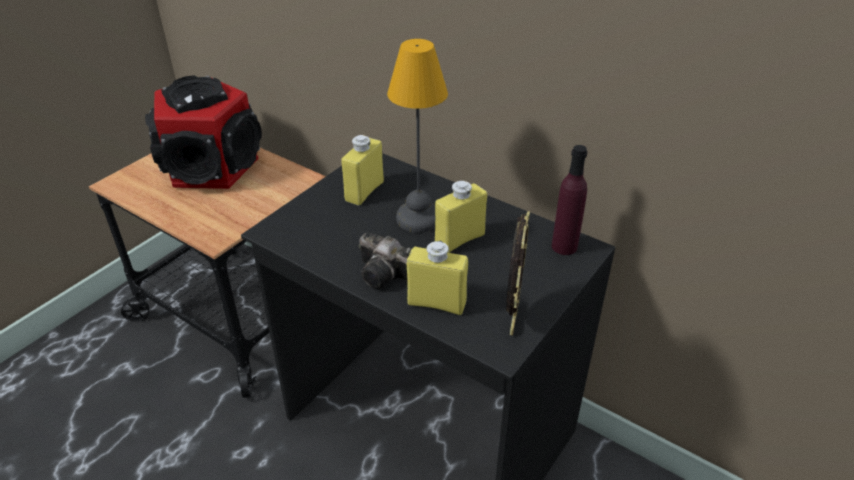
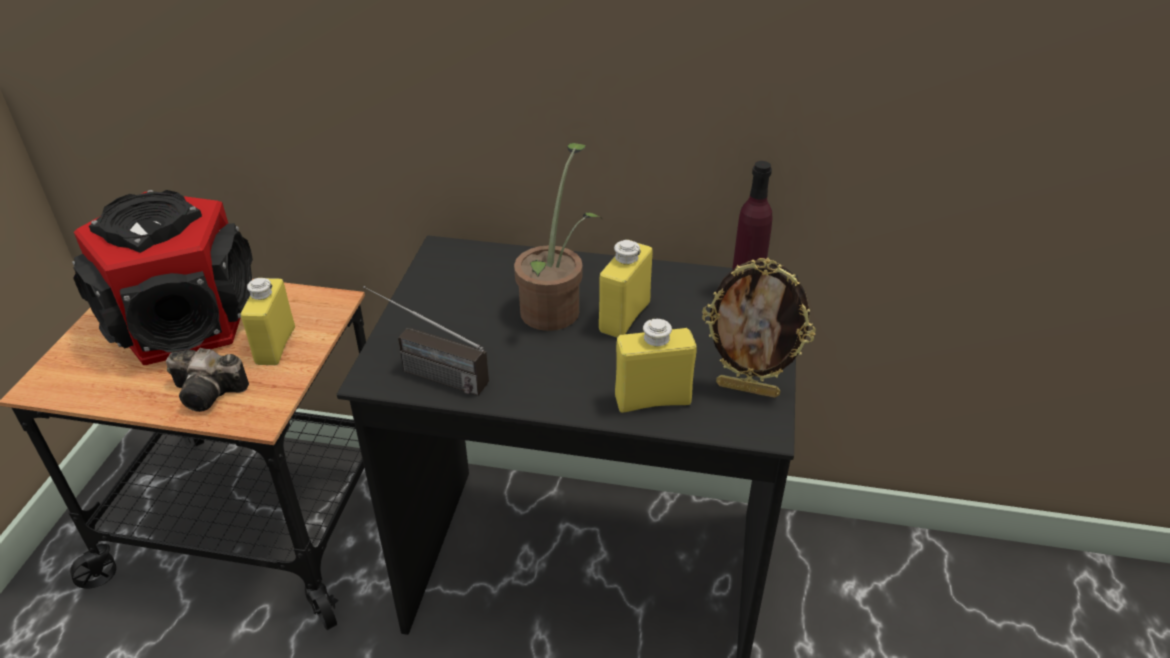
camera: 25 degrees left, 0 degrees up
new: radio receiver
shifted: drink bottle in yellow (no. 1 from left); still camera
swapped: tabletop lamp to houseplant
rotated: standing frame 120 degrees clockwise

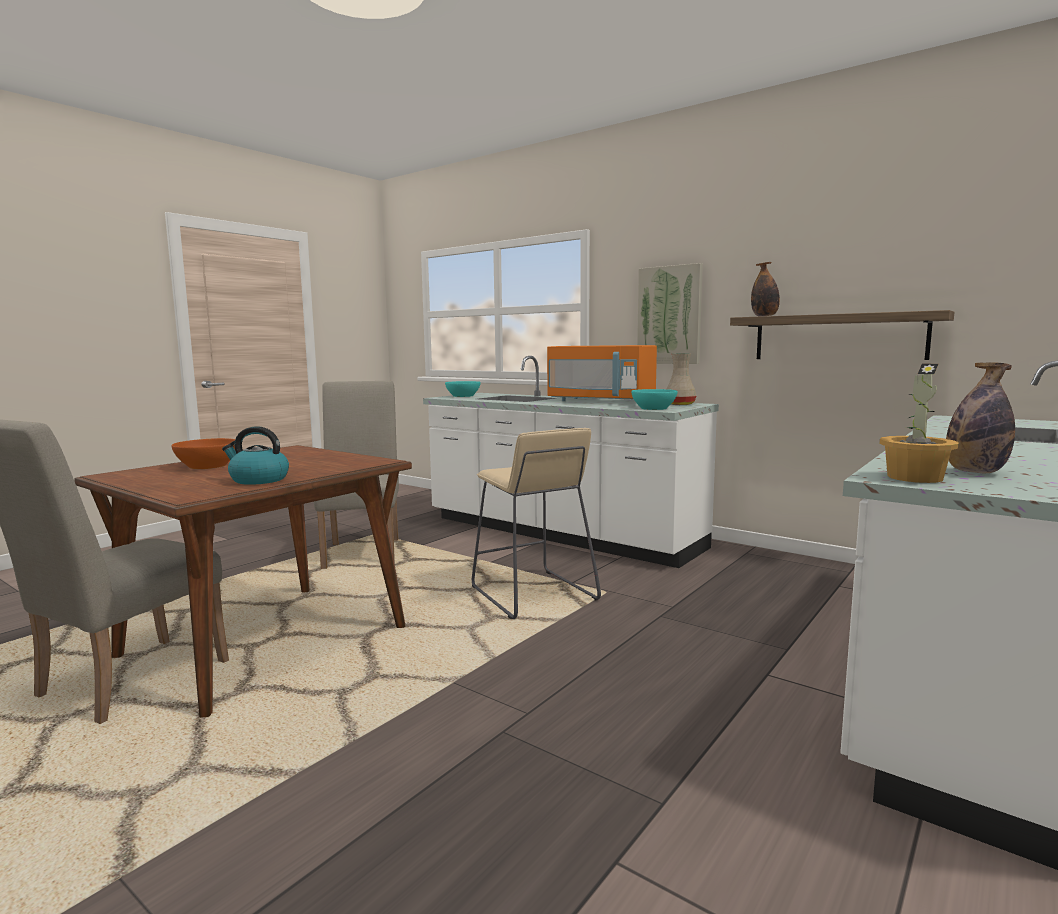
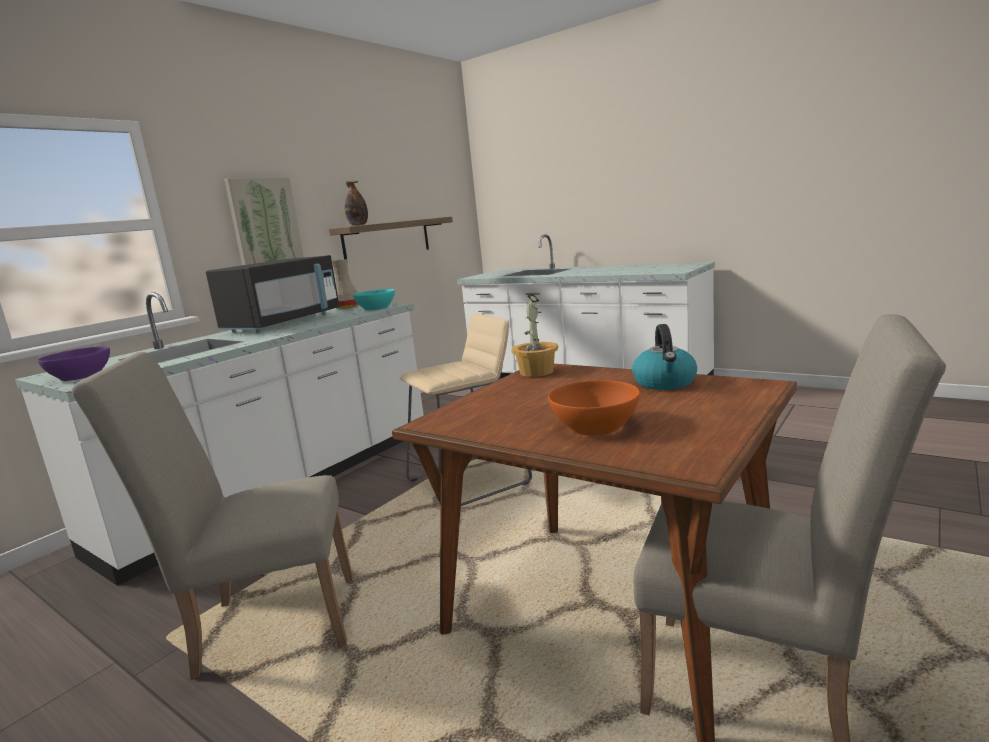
camera: 90 degrees left, 5 degrees up
gone: drink bottle (no. 2 from left)
shifted: houseplant
repainted: microwave in orange to microwave in black-coloured; serving bowl in blue-green (no. 1 from left) to serving bowl in purplish

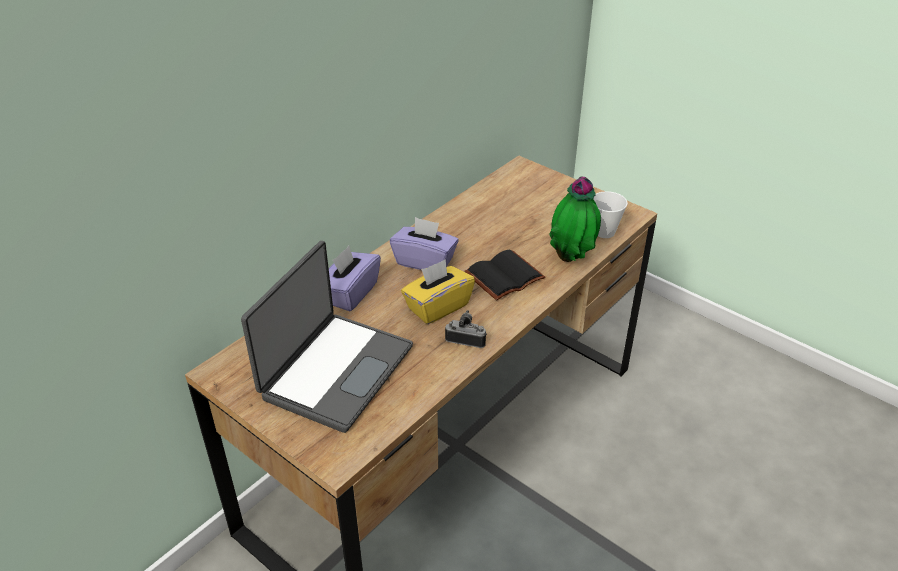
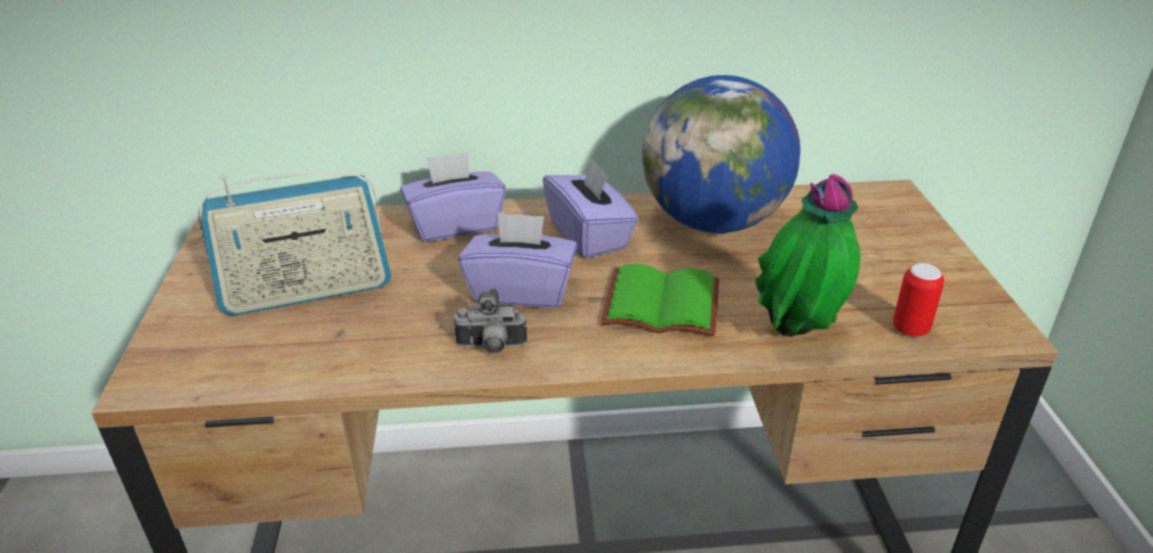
camera: 45 degrees right, 5 degrees down
new: desk globe
swapped: small cup to can; laptop to radio receiver
repainted: book in black-coloured to book in green-coloured; box of tissues in yellow to box of tissues in purplish (no. 2 from left)
rotated: still camera 120 degrees clockwise

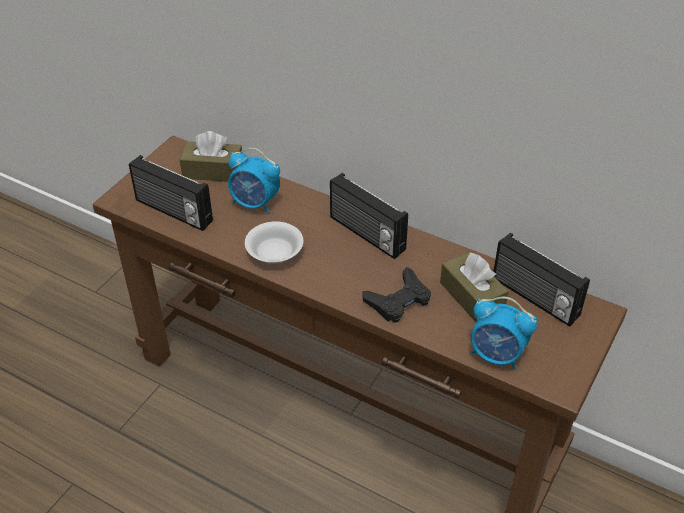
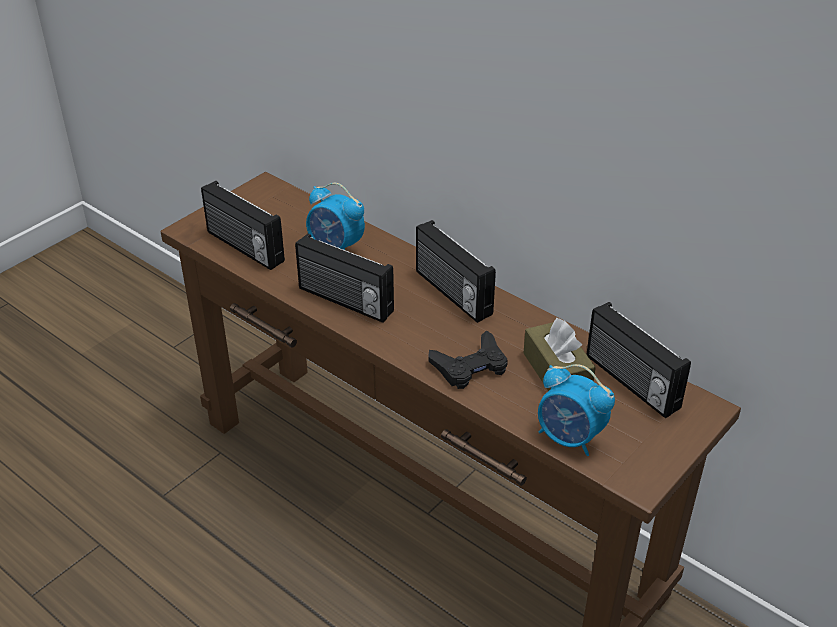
camera: 10 degrees right, 5 degrees down
gone: box of tissues in brownish (no. 1 from left)
swapped: serving bowl in white-coloured to radio receiver (no. 2 from left)

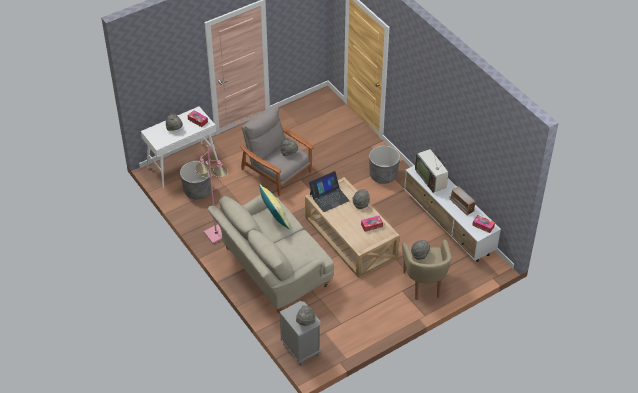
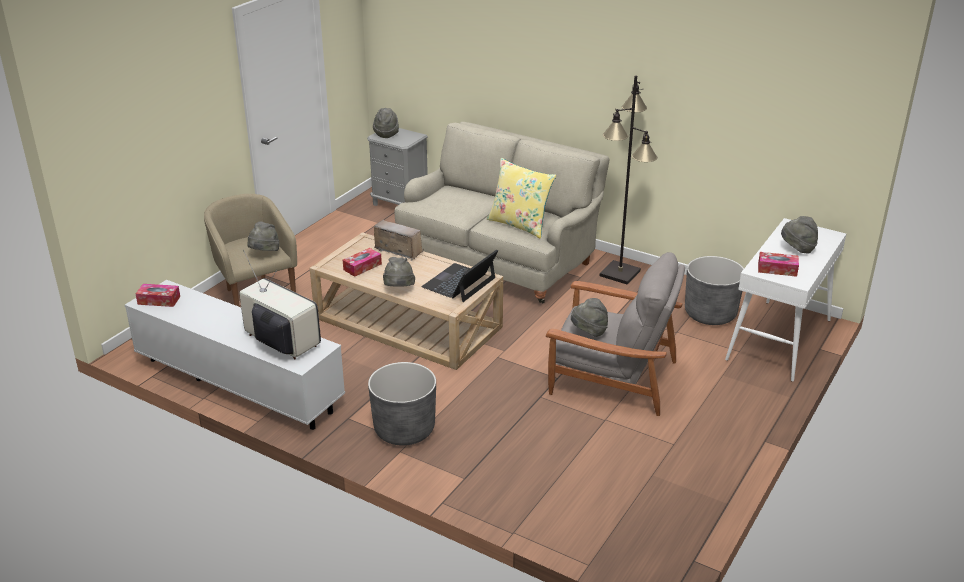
camera: 155 degrees right, 15 degrees down
shifted: radio receiver
repainted: standard lamp in pink-coloured to standard lamp in black-coloured

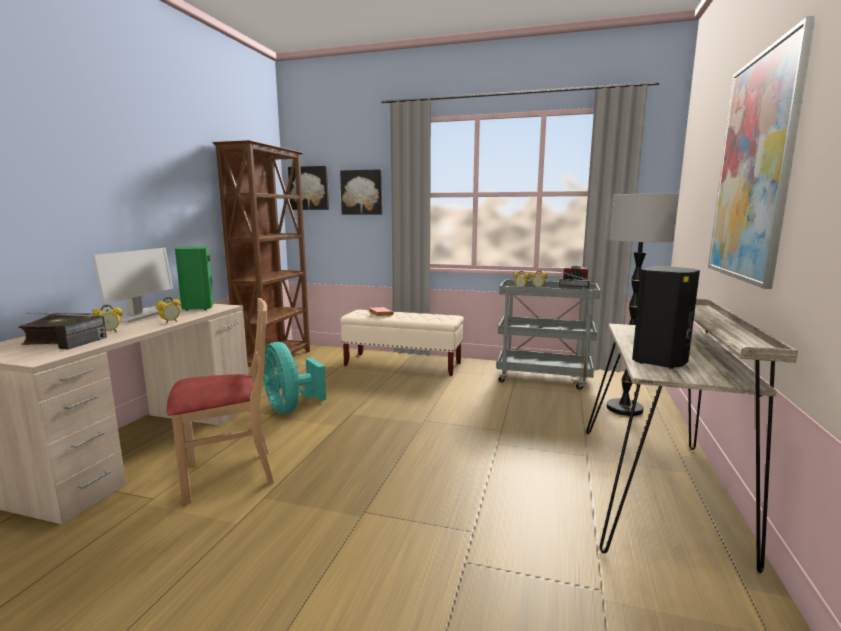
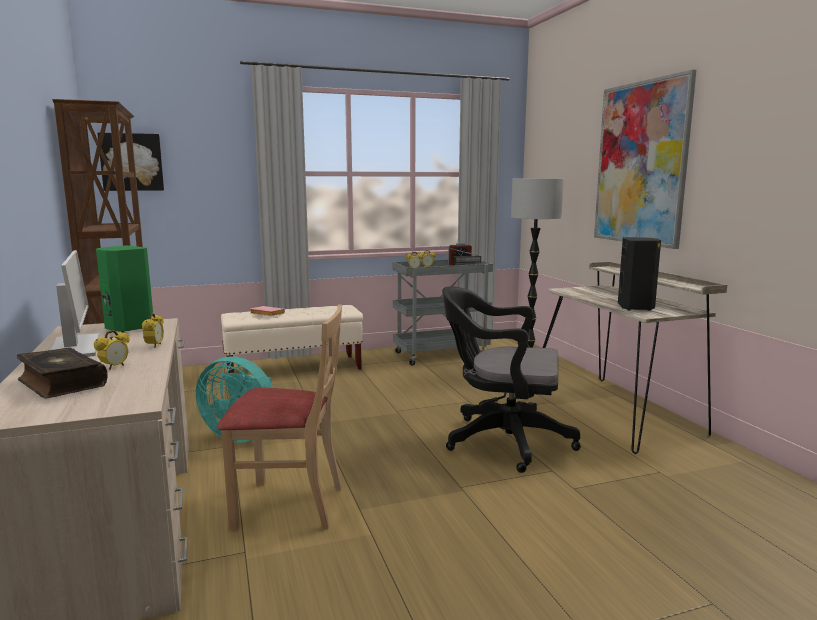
camera: 35 degrees left, 0 degrees up
gone: wall art (no. 2 from left); radio receiver (no. 1 from left)
new: office chair in black-coloured
rotated: upright chair in beige 60 degrees clockwise

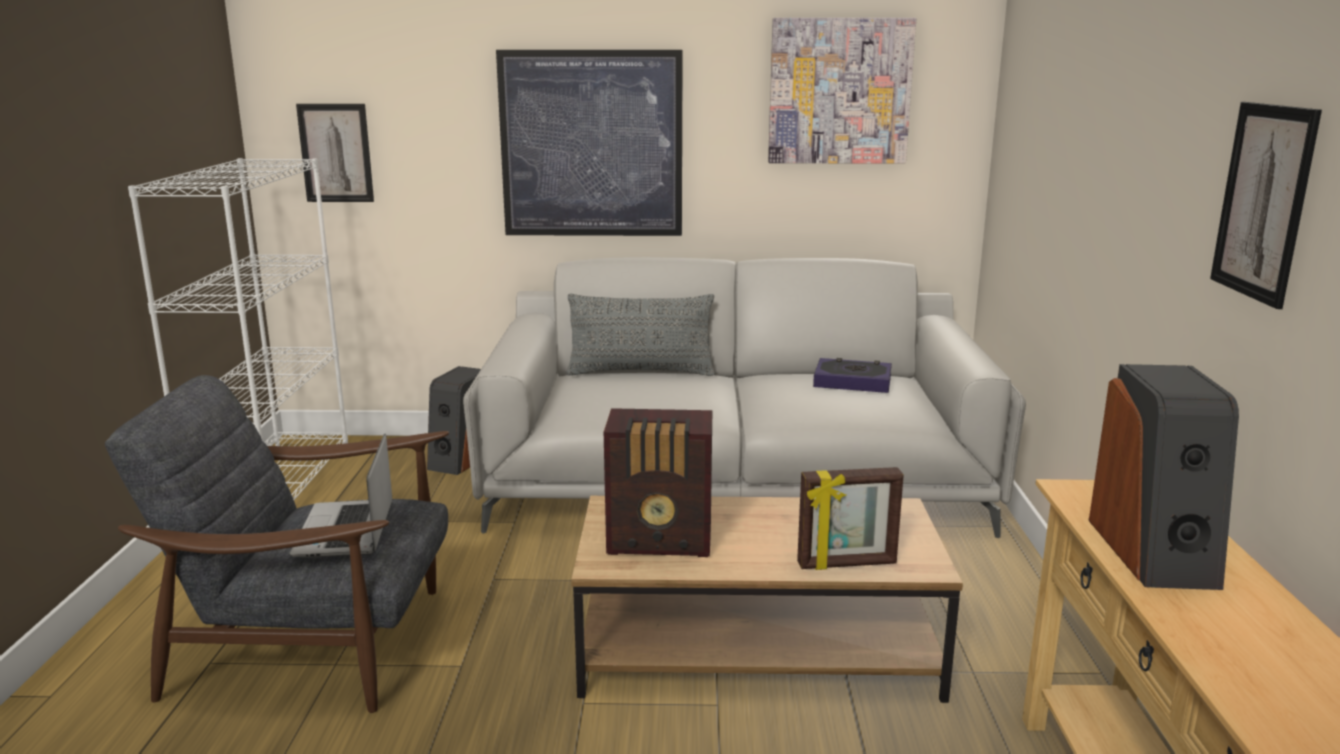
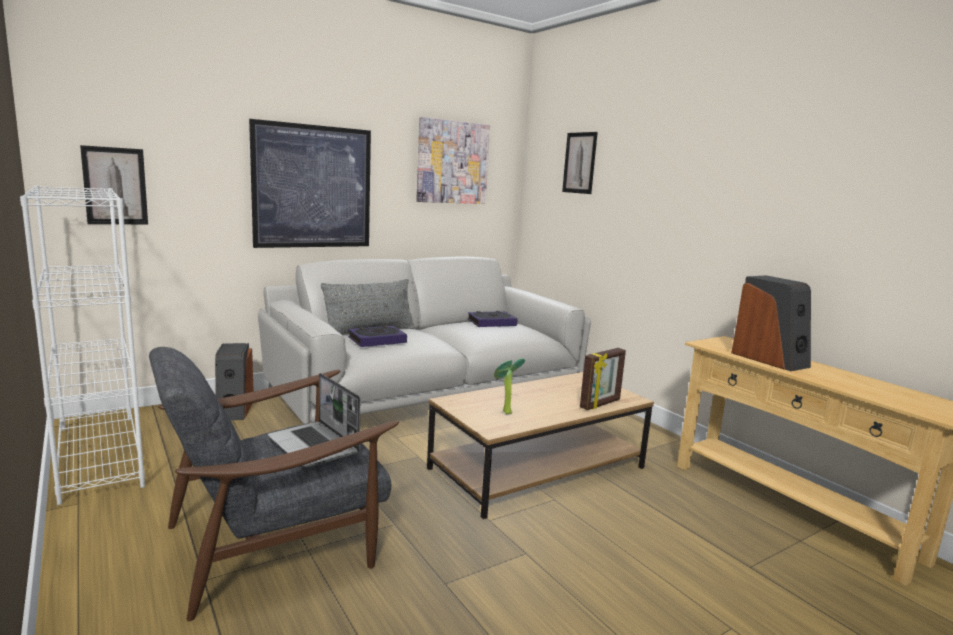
camera: 35 degrees left, 5 degrees down
new: book (no. 1 from left)
shifted: wall art (no. 4 from left)
swapped: radio receiver to houseplant

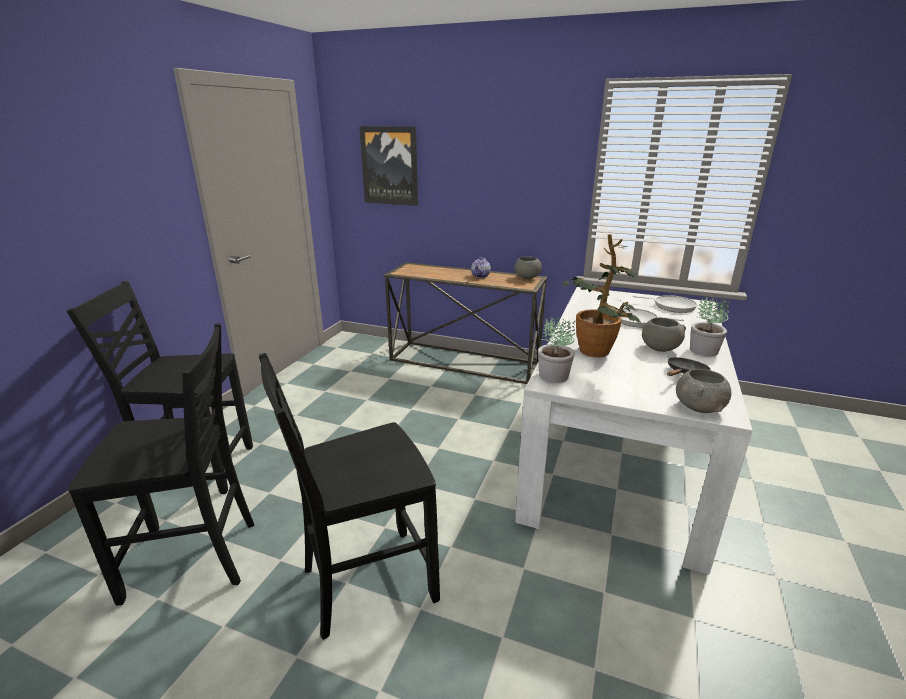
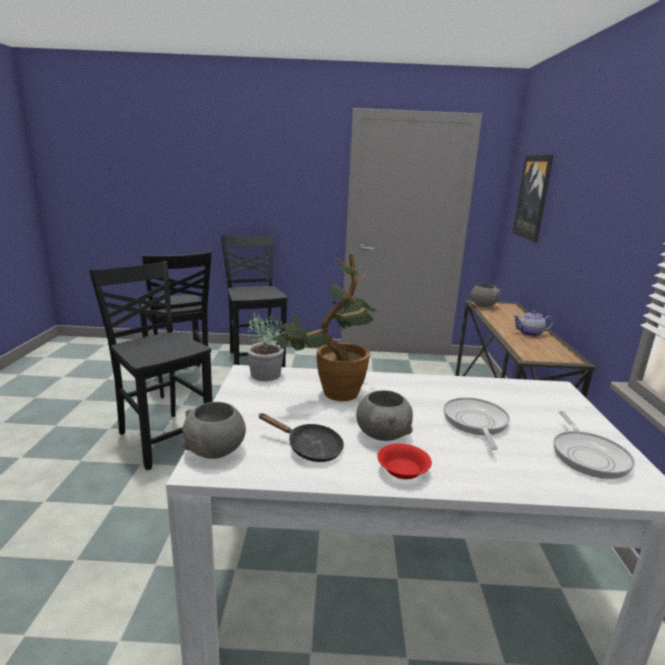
camera: 70 degrees right, 5 degrees down
shifted: serving bowl in grey (no. 1 from left in the first image) to serving bowl in grey (no. 3 from left)
swapped: houseplant (no. 3 from left) to serving bowl in red

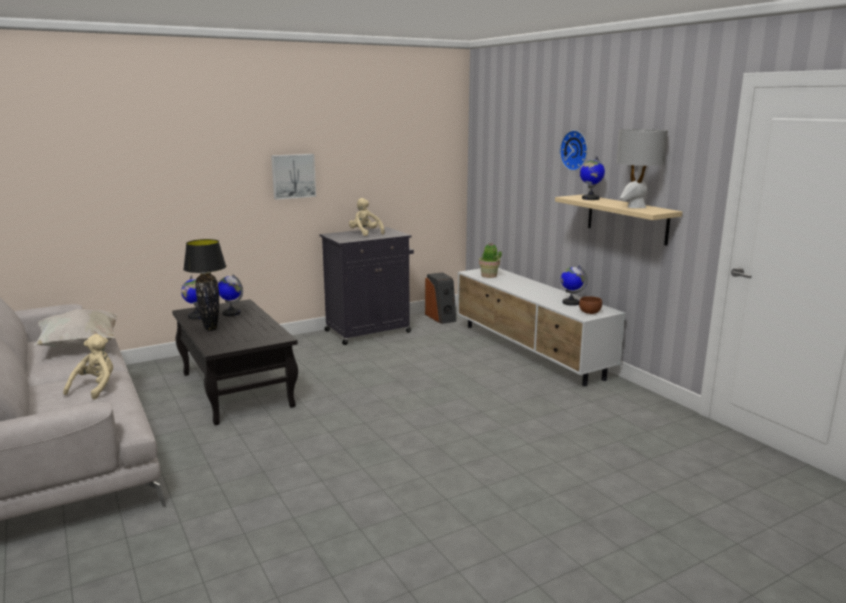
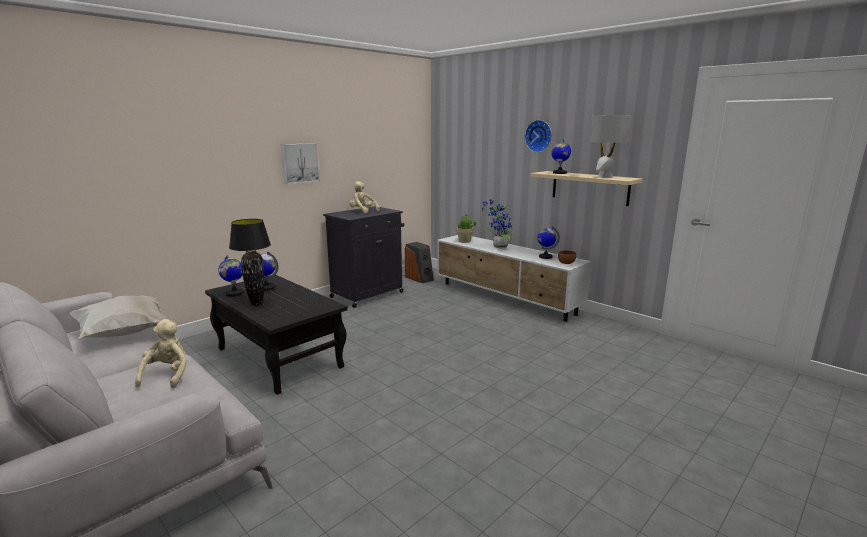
camera: 15 degrees left, 0 degrees up
new: houseplant (no. 2 from left)

